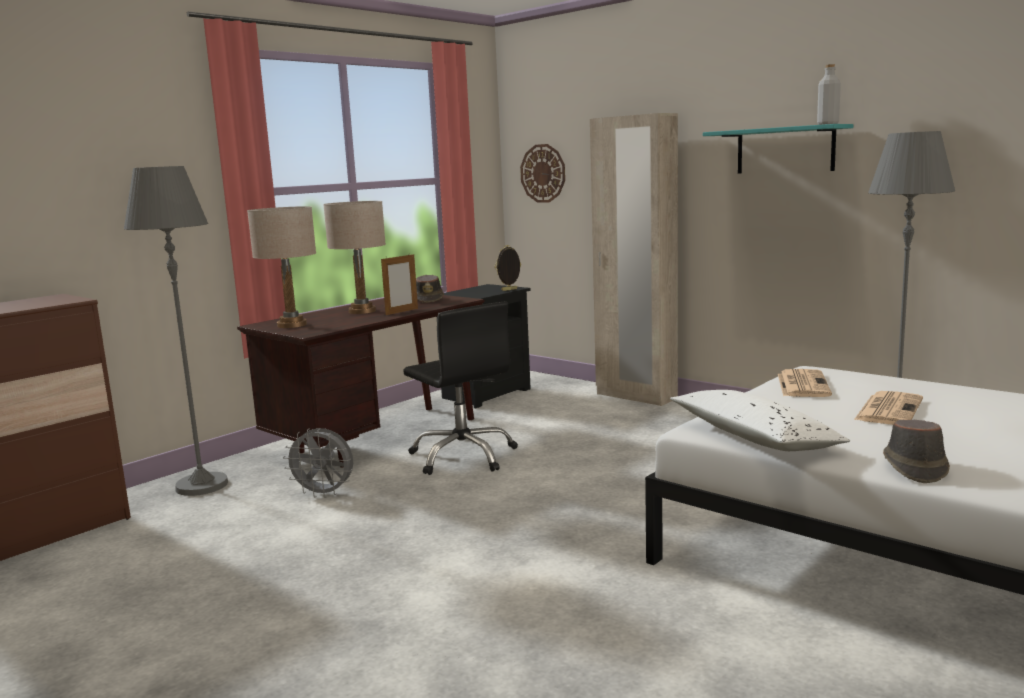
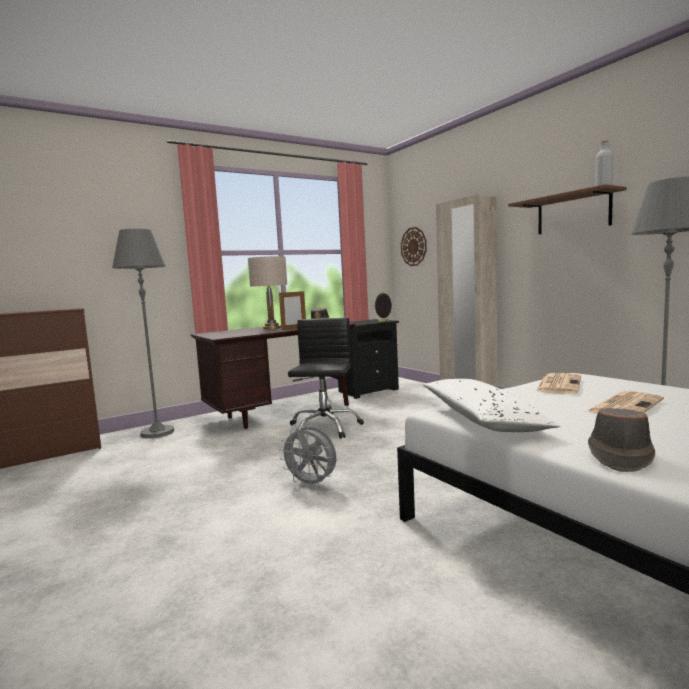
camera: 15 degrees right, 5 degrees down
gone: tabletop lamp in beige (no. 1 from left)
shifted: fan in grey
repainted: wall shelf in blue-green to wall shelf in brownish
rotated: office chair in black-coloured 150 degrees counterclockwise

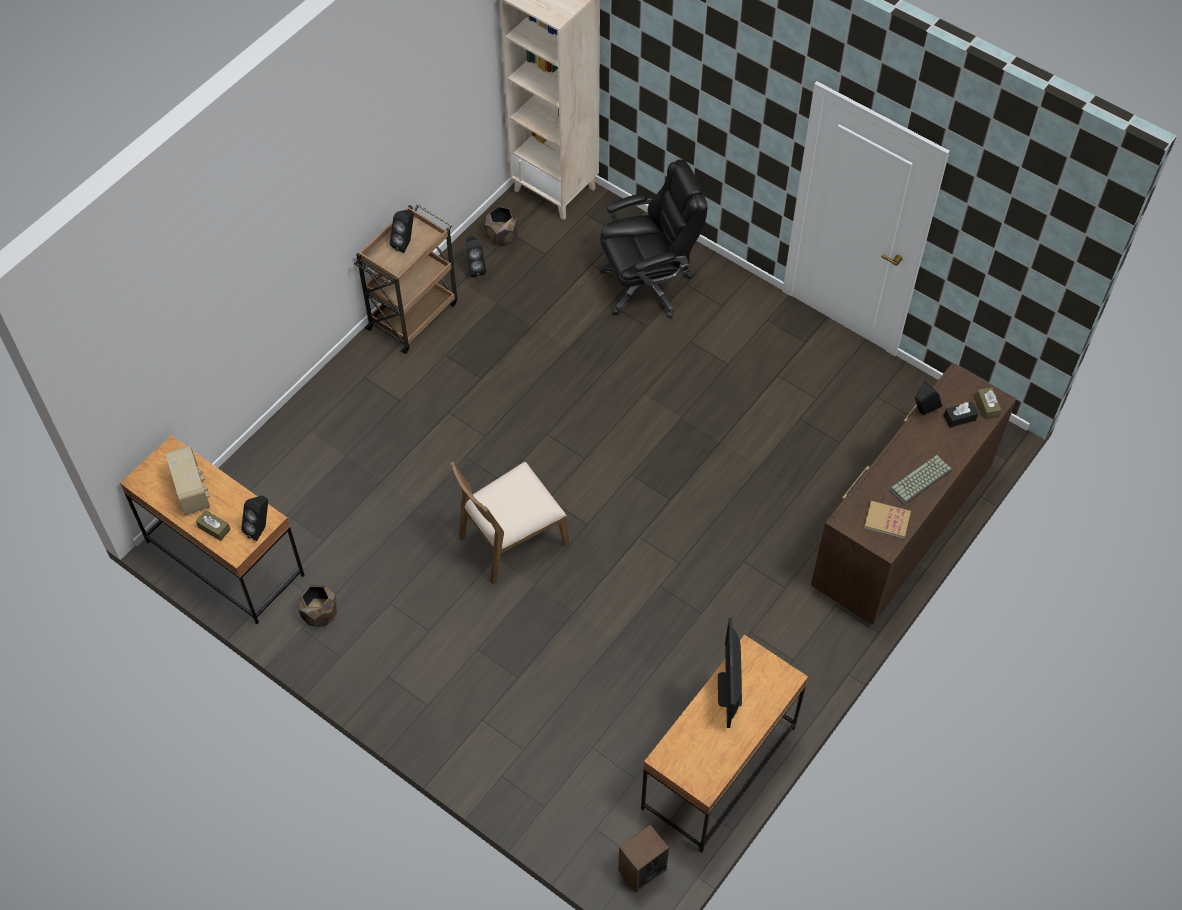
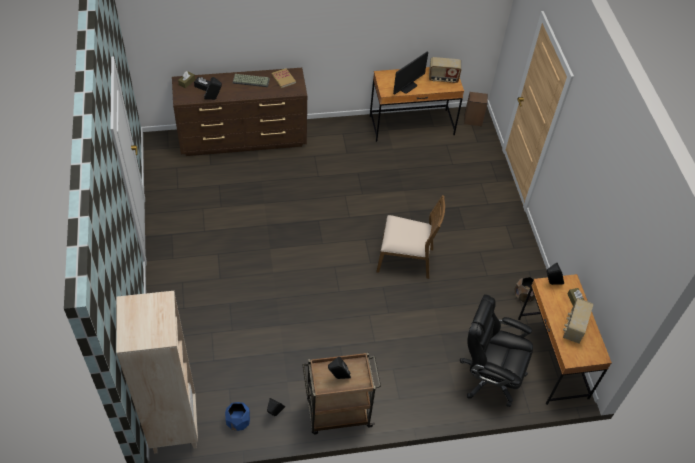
camera: 140 degrees left, 5 degrees down
new: radio receiver (no. 1 from left)
shifted: office chair in black-coloured
repainted: flower pot in brownish (no. 2 from left) to flower pot in bluish

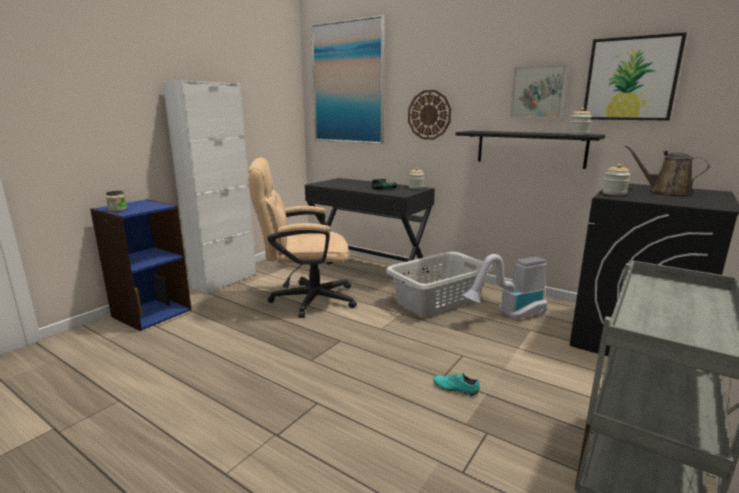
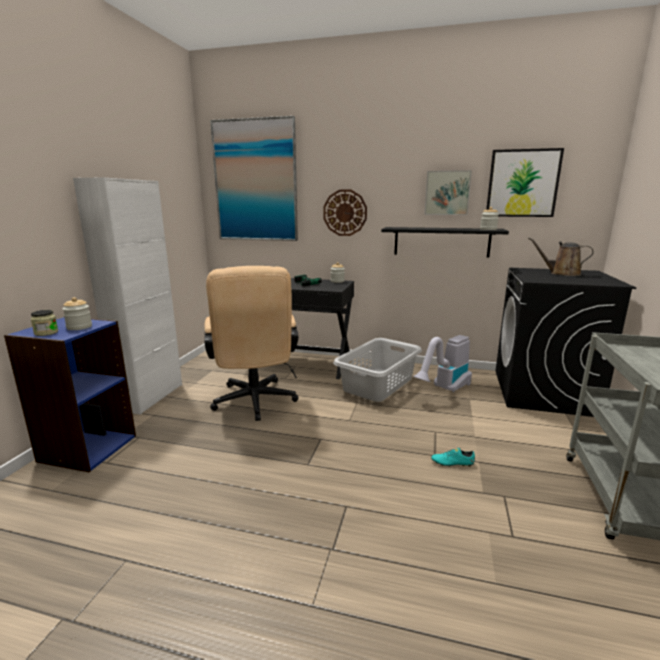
camera: 20 degrees left, 0 degrees up
shifted: jar (no. 4 from left in the first image) to jar (no. 2 from left)
rotated: office chair in beige 75 degrees counterclockwise

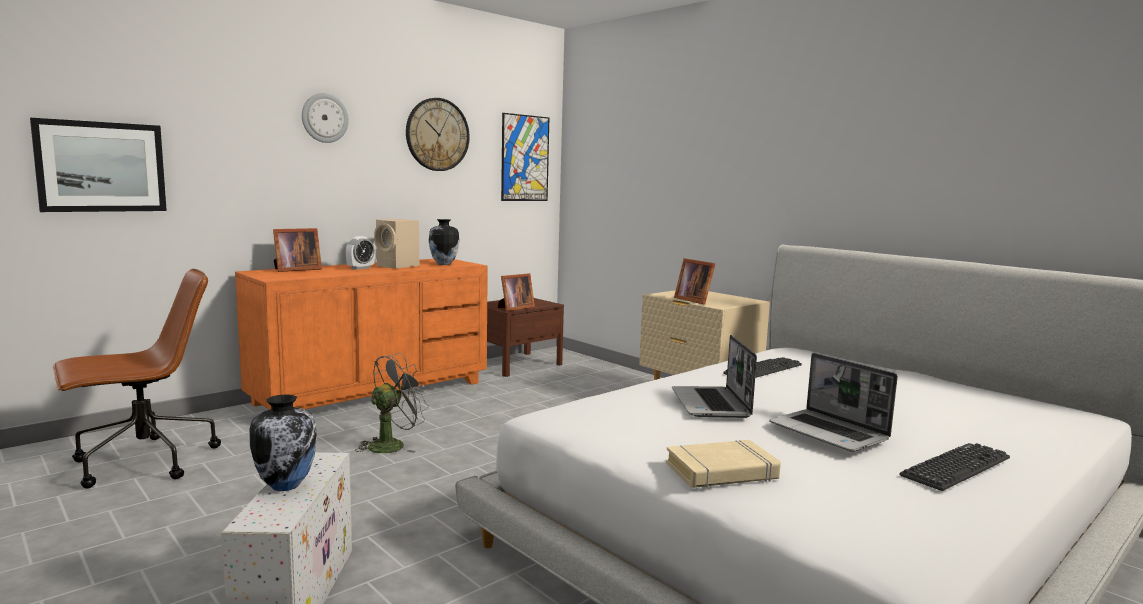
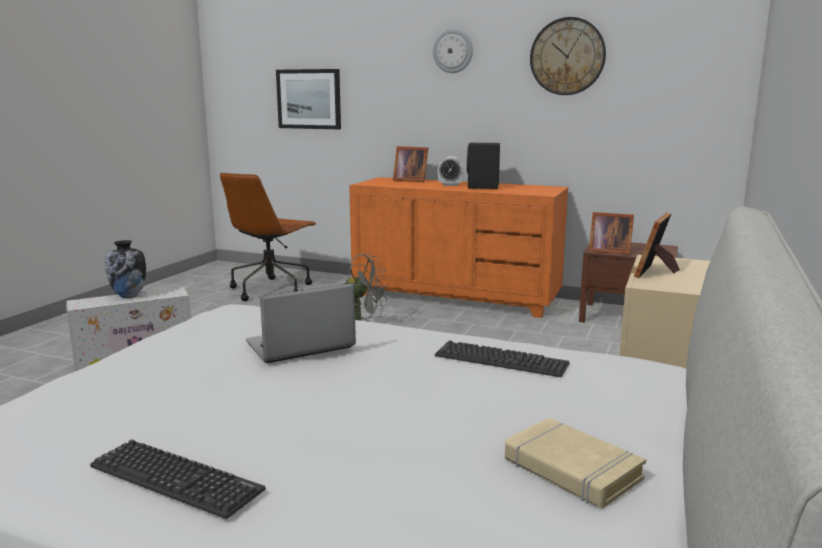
camera: 65 degrees right, 5 degrees up
gone: wall art (no. 2 from left); decorative vase (no. 2 from left); laptop (no. 2 from left)
shifted: book in beige
repainted: loudspeaker in beige to loudspeaker in black-coloured
rotated: office chair in brownish 90 degrees clockwise

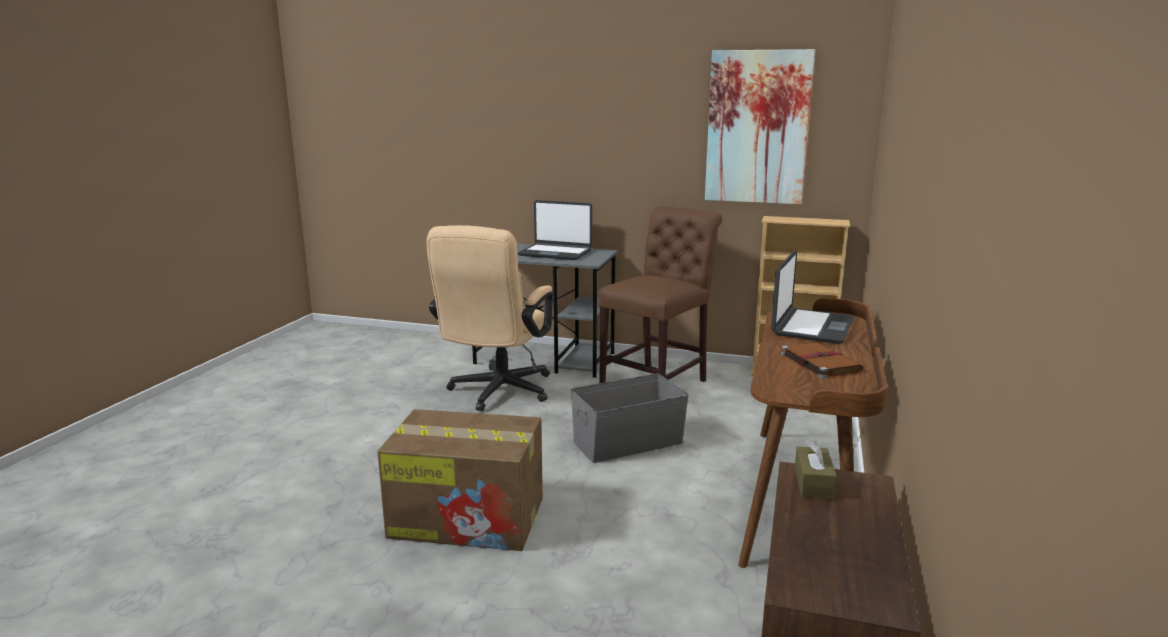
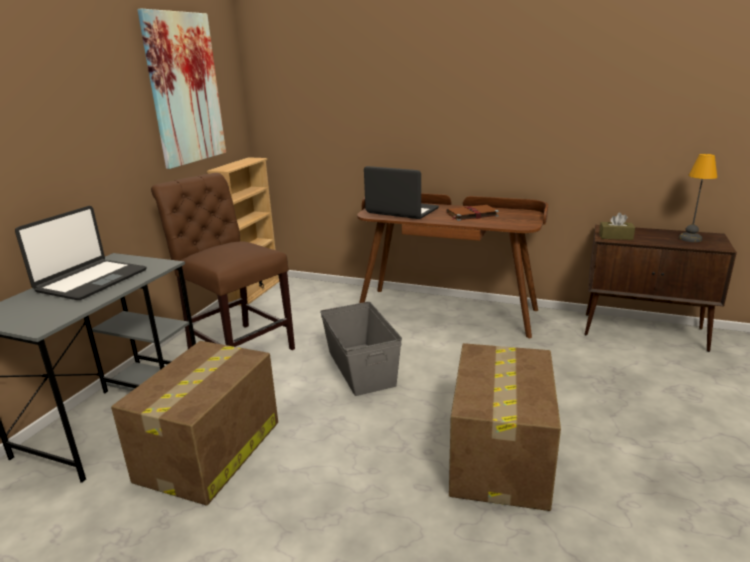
camera: 85 degrees left, 5 degrees up
new: tabletop lamp
swapped: office chair in beige to packing box (no. 1 from left)

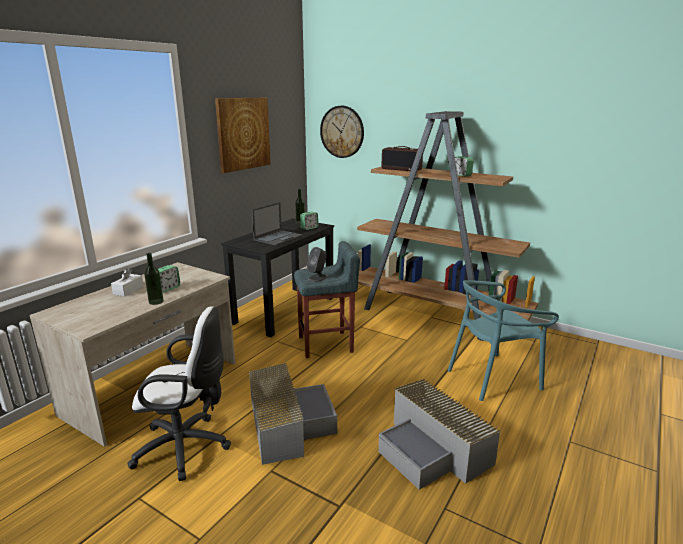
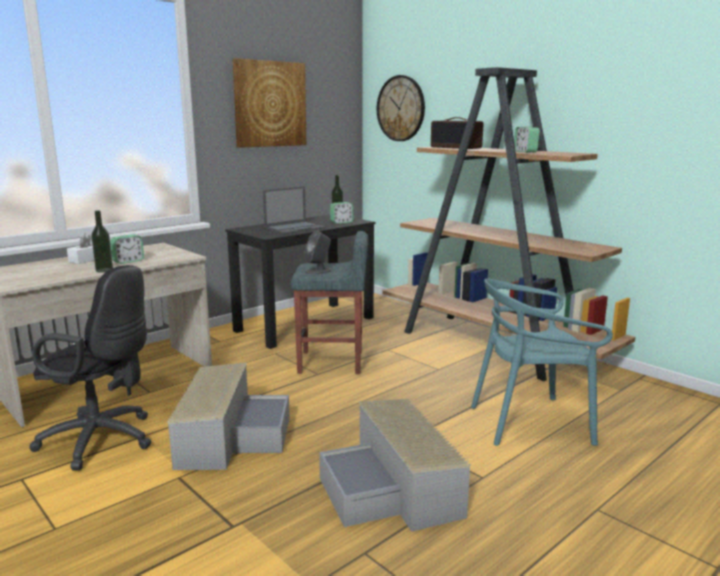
camera: 15 degrees right, 5 degrees down
repainted: office chair in white-coloured to office chair in black-coloured

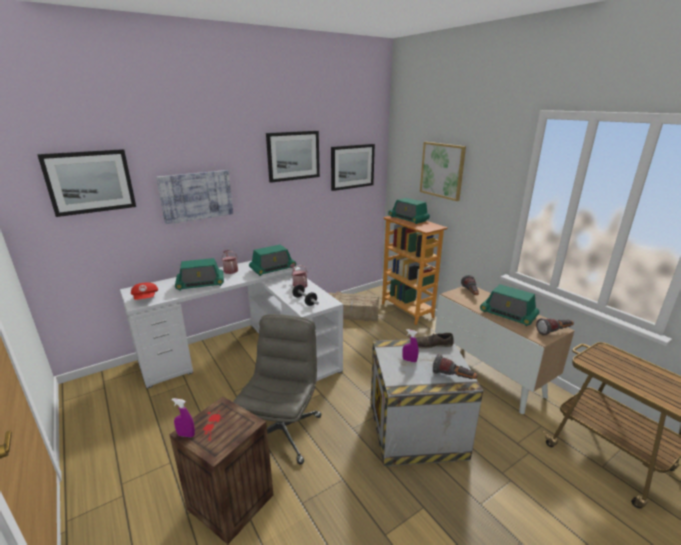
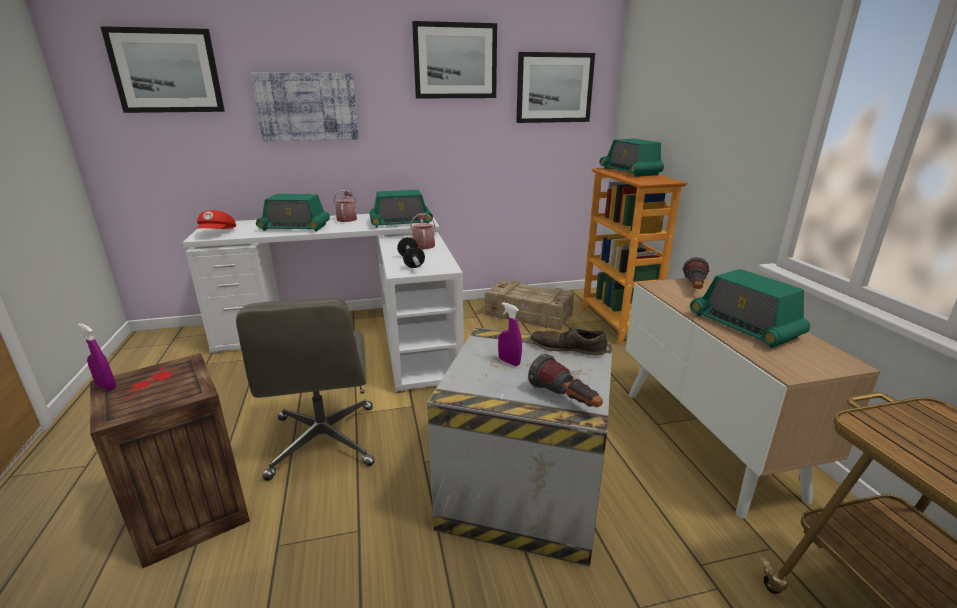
camera: 20 degrees right, 0 degrees up
gone: wall art (no. 5 from left); torch (no. 3 from left)
rotated: office chair in grey 135 degrees clockwise

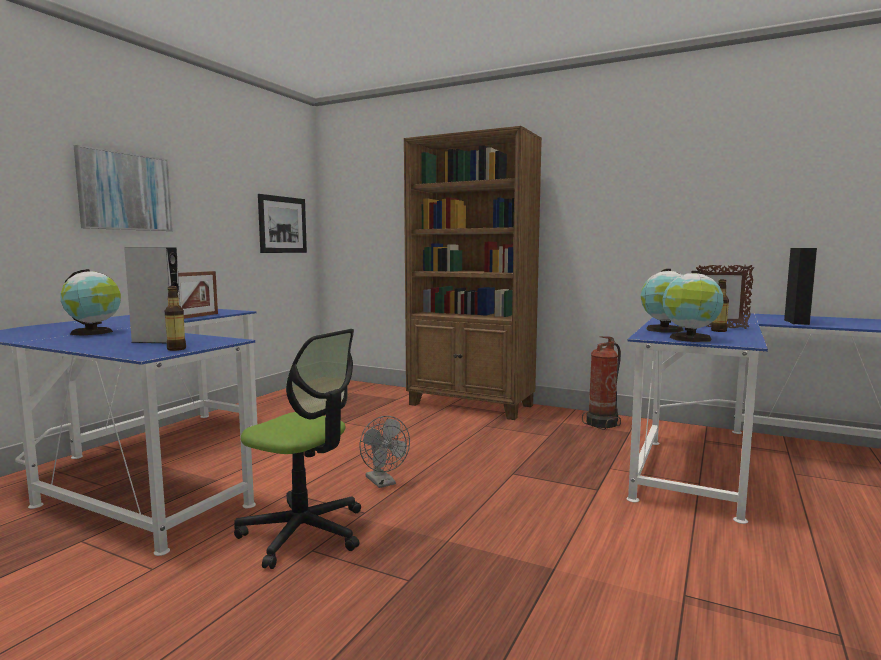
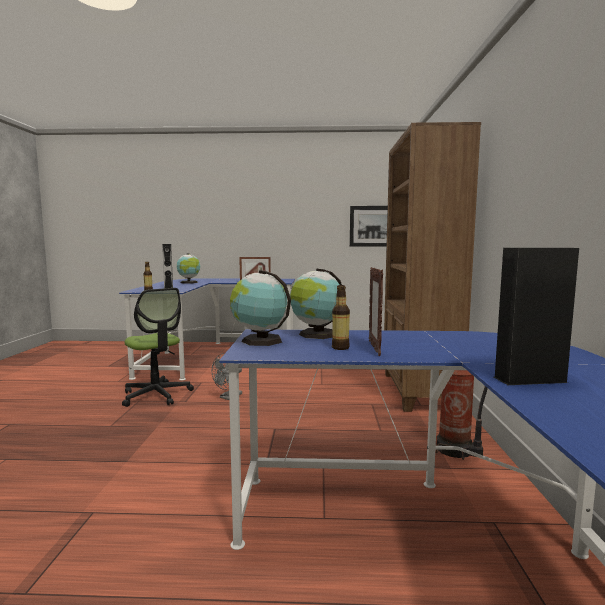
camera: 65 degrees right, 0 degrees up
gone: wall art (no. 1 from left)
rotated: office chair 45 degrees counterclockwise

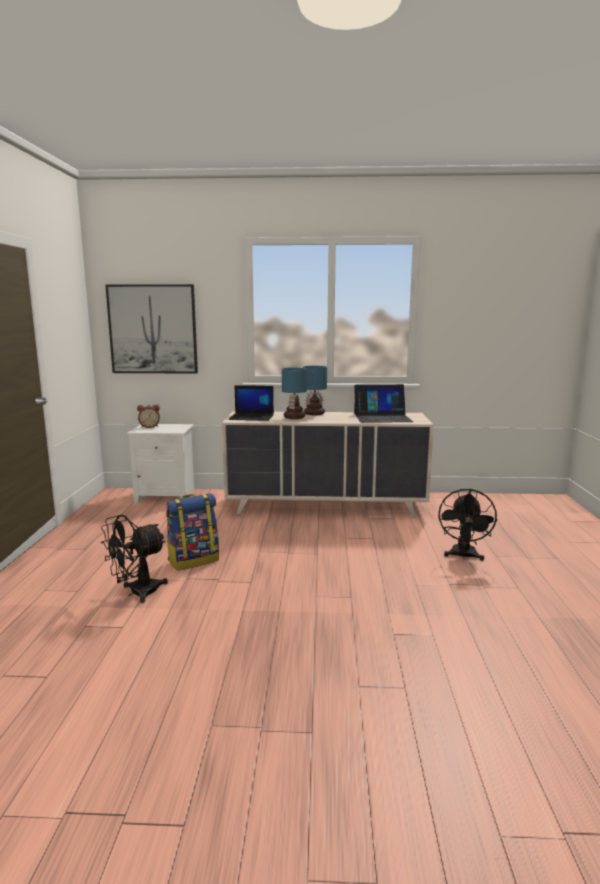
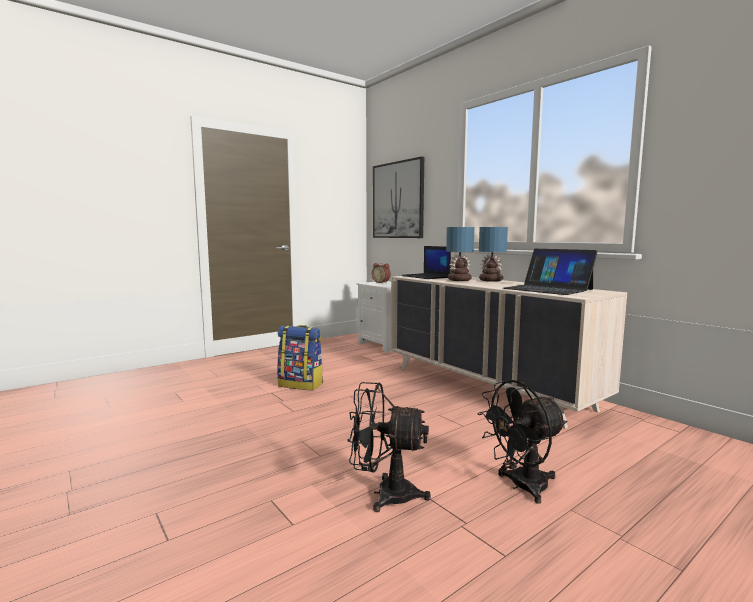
camera: 50 degrees right, 5 degrees down
shifted: fan in black-coloured (no. 1 from left)

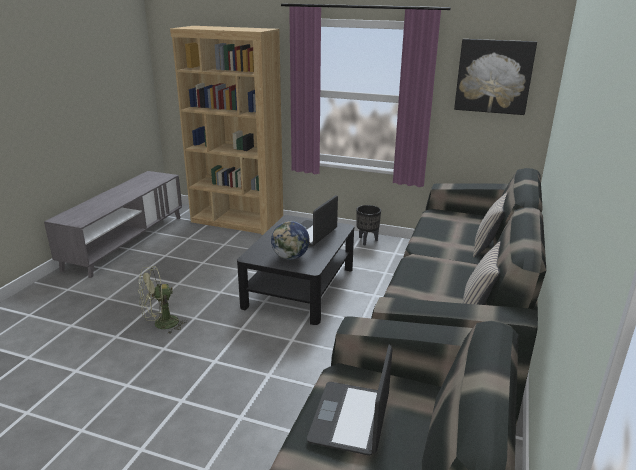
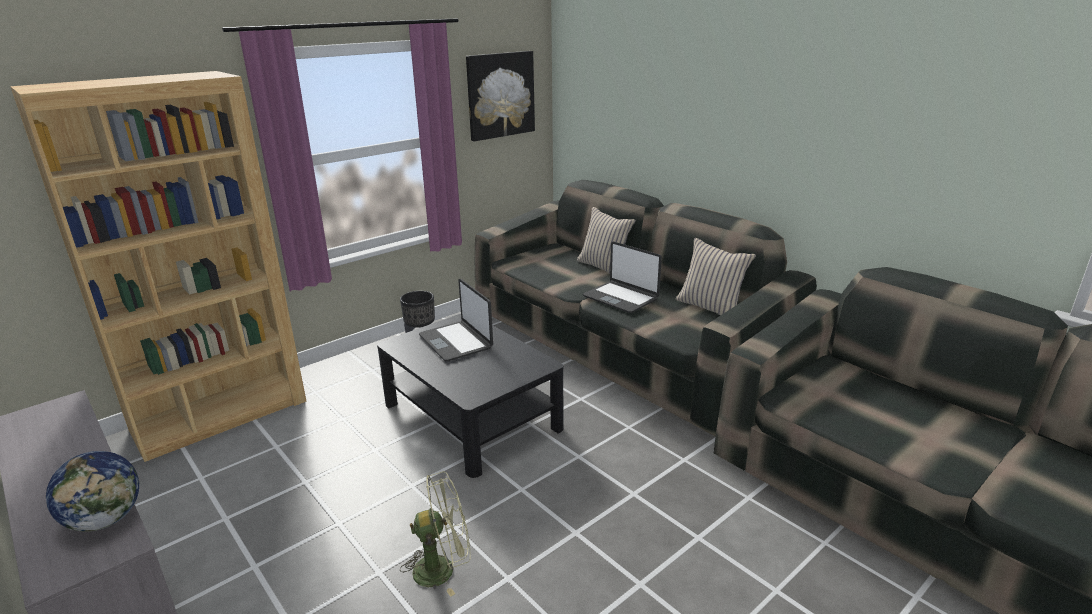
camera: 60 degrees left, 0 degrees up
shifted: desk globe; laptop (no. 2 from left)
rotated: fan in green-coloured 105 degrees counterclockwise

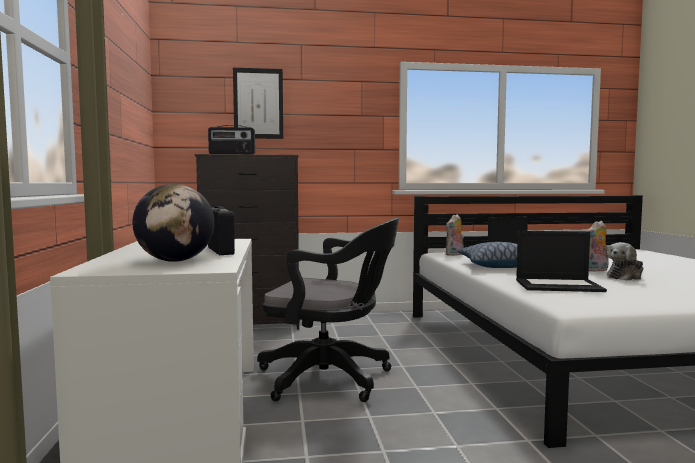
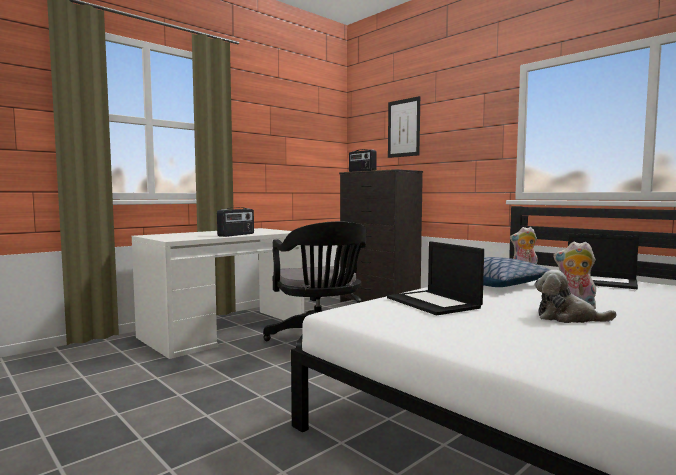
camera: 55 degrees right, 0 degrees up
gone: desk globe

